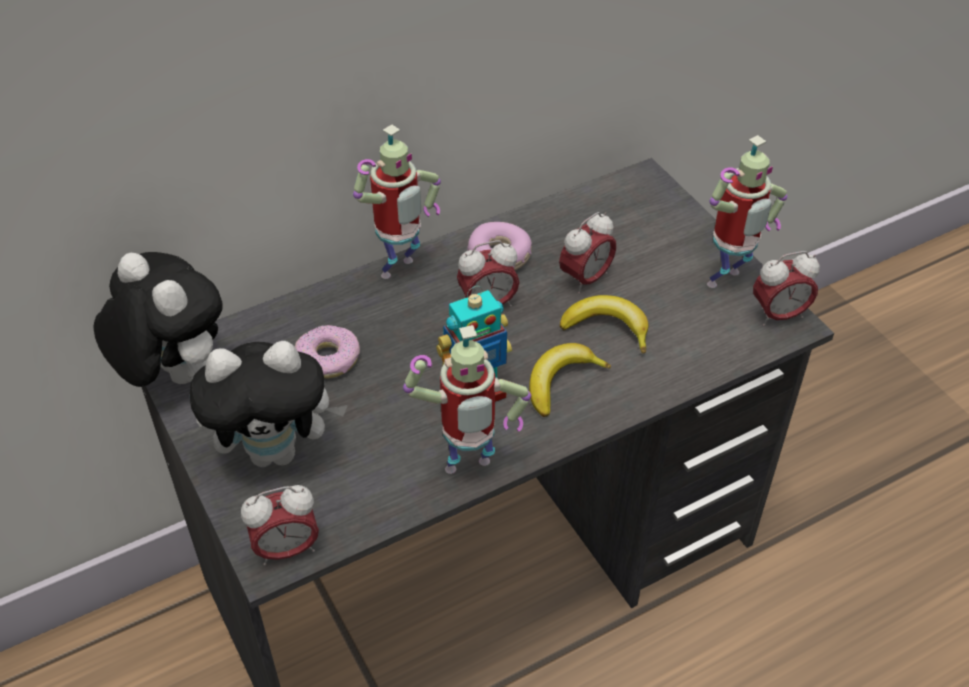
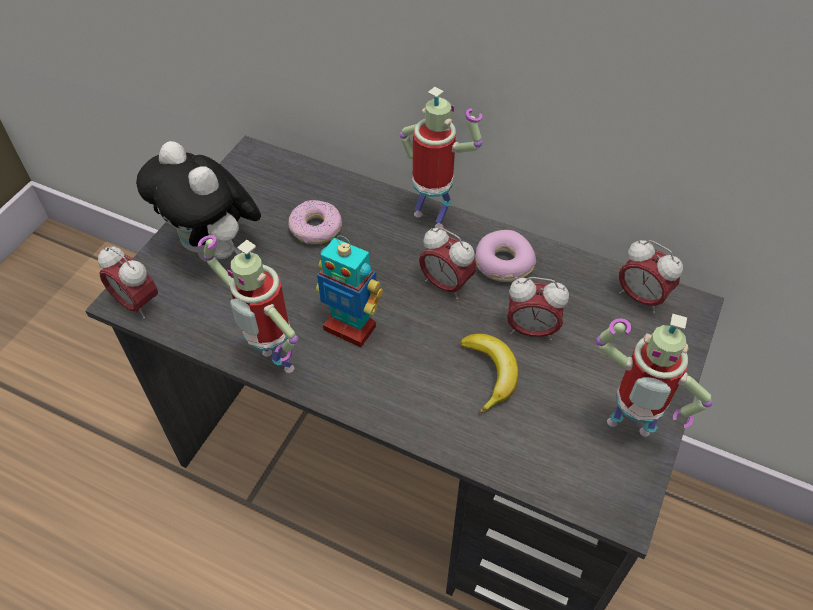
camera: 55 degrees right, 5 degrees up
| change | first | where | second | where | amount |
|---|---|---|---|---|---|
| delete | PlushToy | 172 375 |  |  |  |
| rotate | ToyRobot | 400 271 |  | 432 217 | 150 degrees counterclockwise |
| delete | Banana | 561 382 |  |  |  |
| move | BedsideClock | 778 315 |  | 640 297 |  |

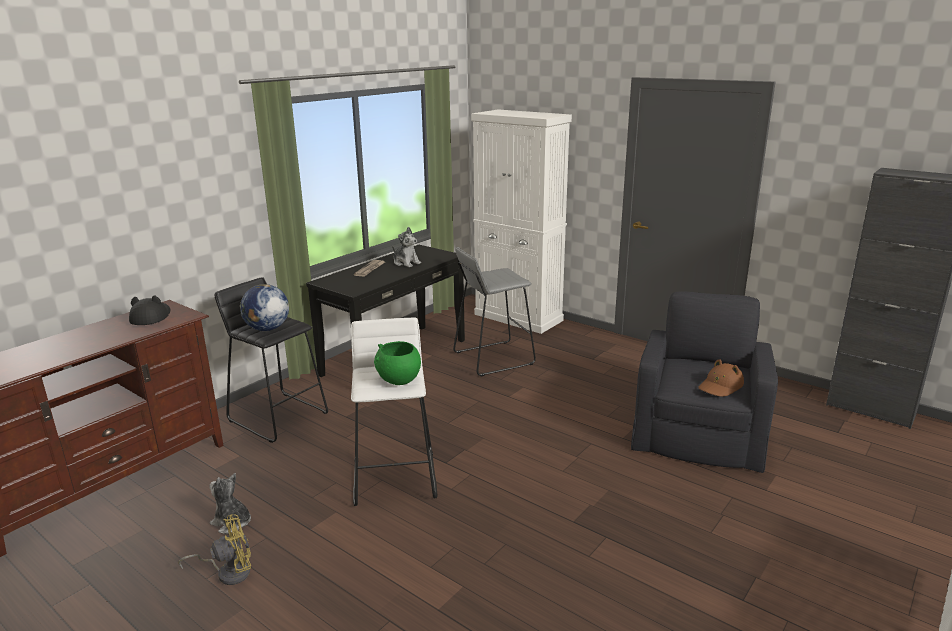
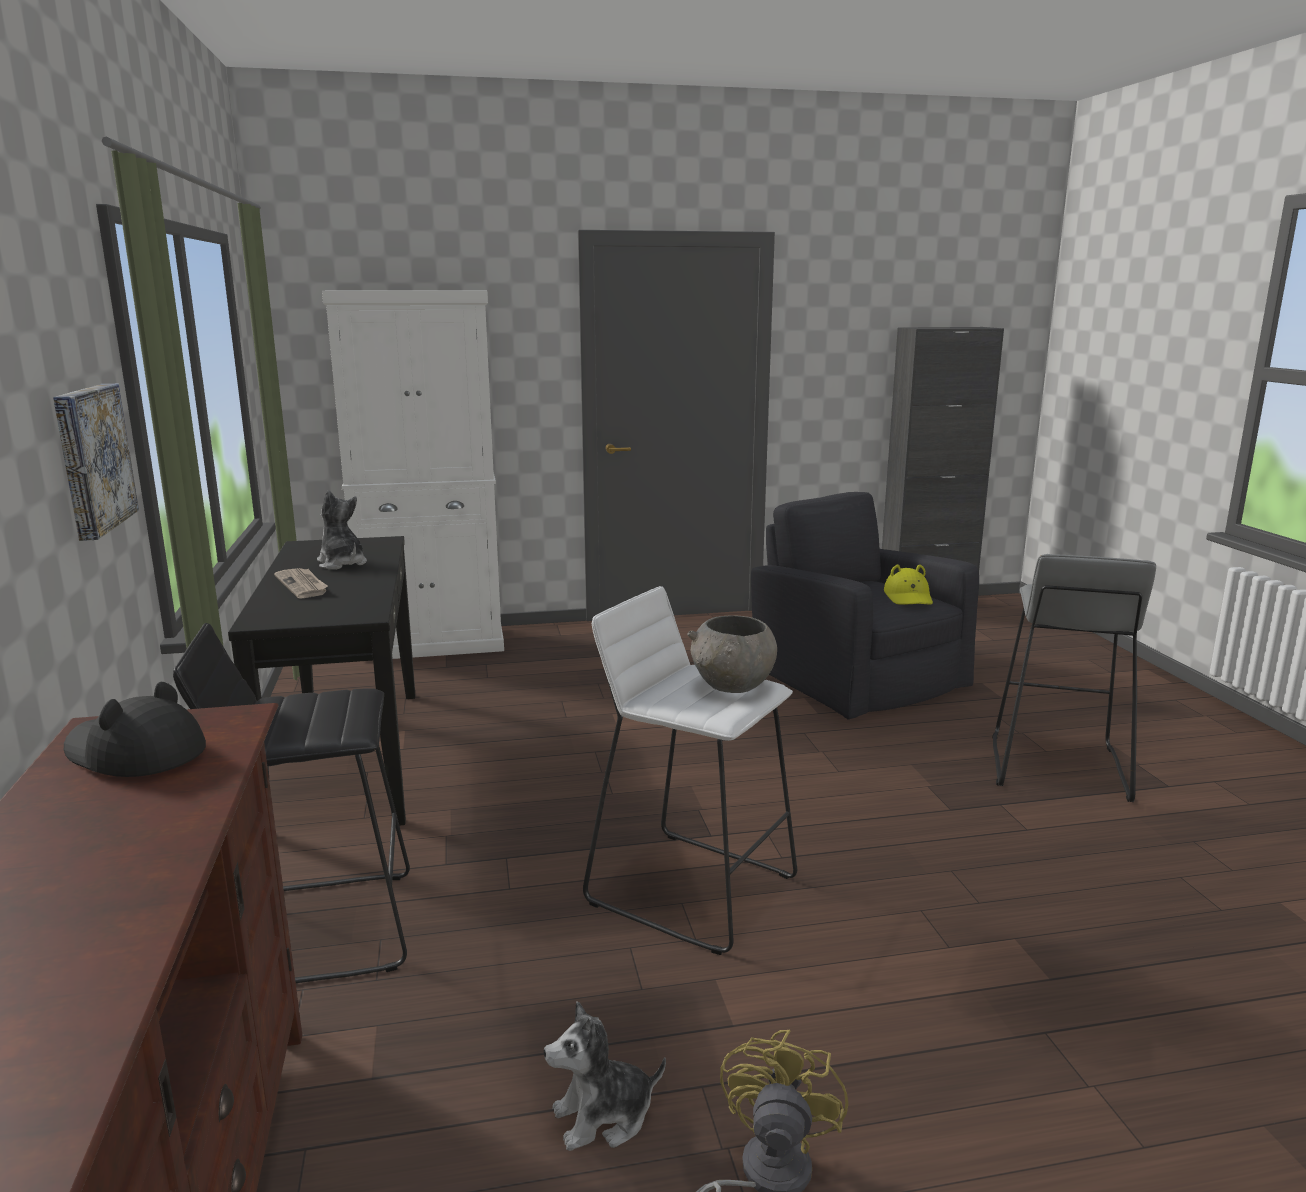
camera: 50 degrees left, 5 degrees down
| change | first | where | second | where | amount |
|---|---|---|---|---|---|
| delete | DeskGlobe | 267 329 |  |  |  |
| recolor | GreenishDeepDish | 398 380 | GreyDeepDish | 733 687 |  |
| rotate | PlushToy | 406 263 |  | 342 564 | 120 degrees counterclockwise |
| move | GreySittingStool | 492 358 |  | 1056 767 |  |
| recolor | BrownClothingHat | 720 386 | YellowColouredClothingHat | 909 597 |  |
| insert |  |  | WallArt | 90 458 |  |

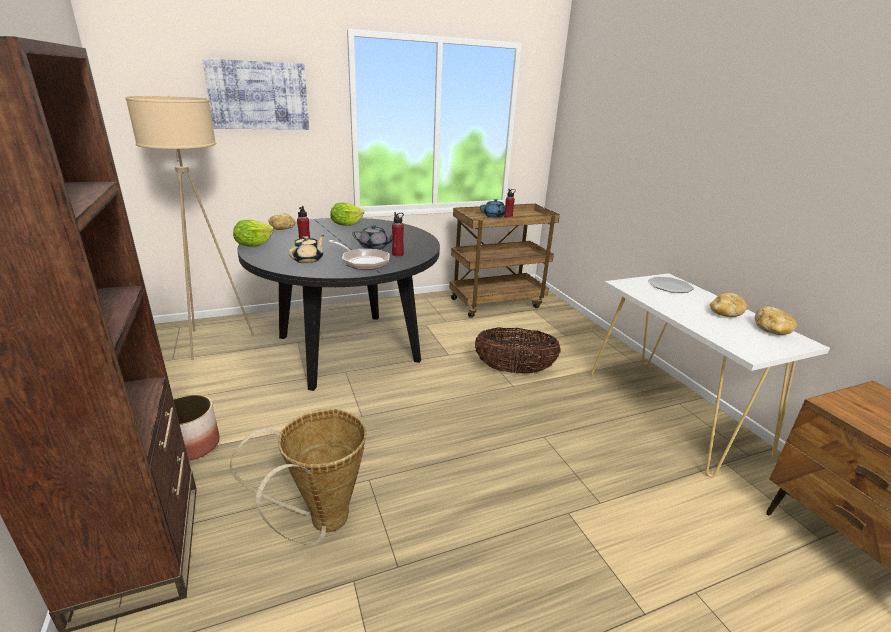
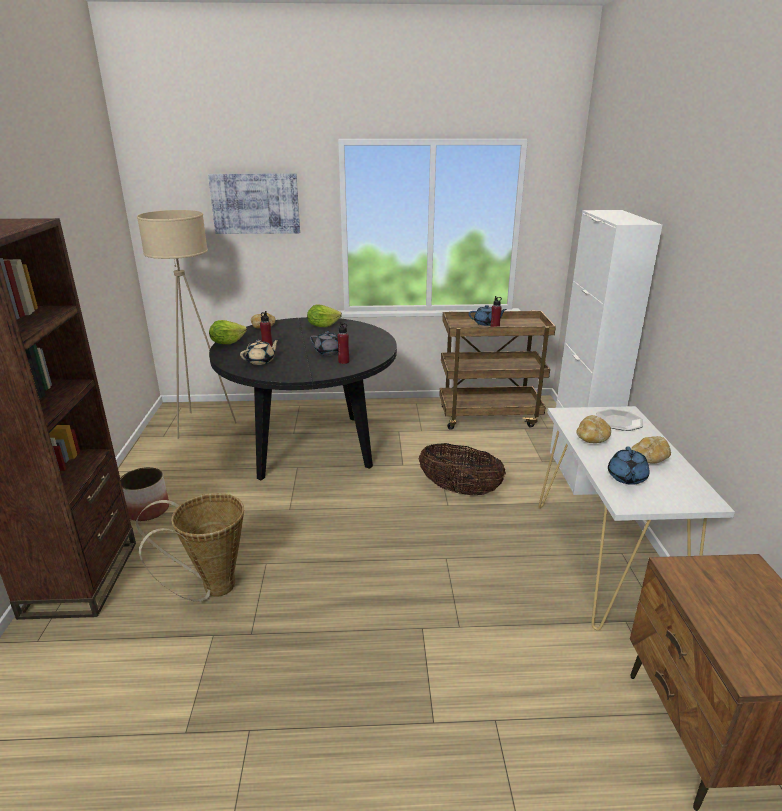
camera: 20 degrees right, 0 degrees up
| change | first | where | second | where | amount |
|---|---|---|---|---|---|
| delete | Skillet | 362 262 |  |  |  |
| move | BakedBread | 771 330 |  | 592 439 |  |
| insert |  |  | WhitishCabinet | 578 472 |  |
| insert |  |  | BluishPotForTea | 626 478 |  |

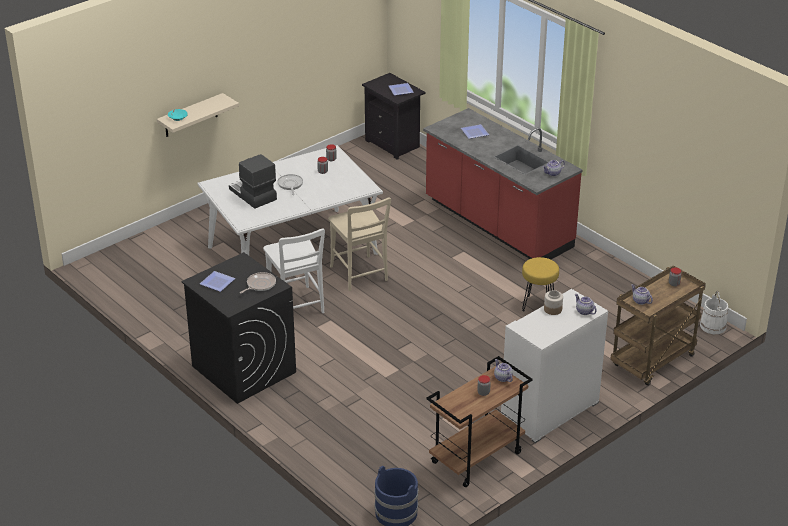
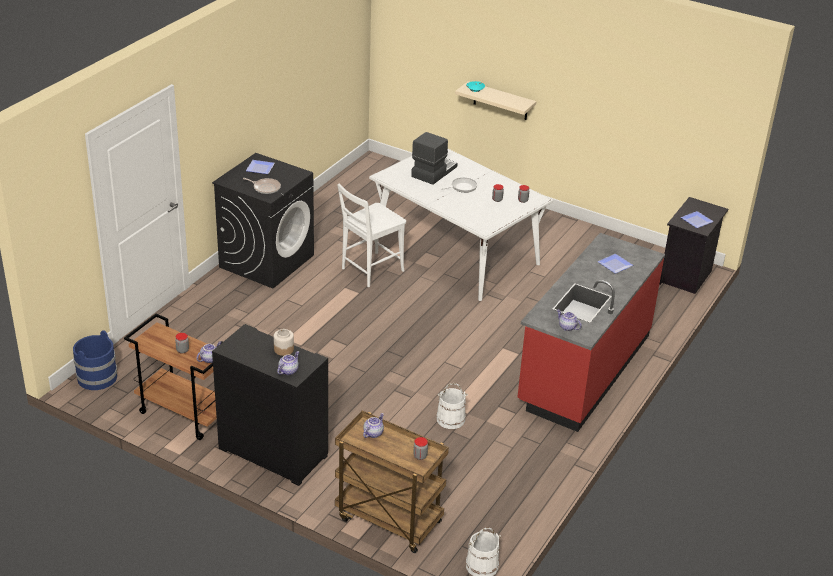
camera: 70 degrees right, 0 degrees up
| change | first | where | second | where | amount |
|---|---|---|---|---|---|
| delete | BeigeColouredUprightChair | 360 275 |  |  |  |
| recolor | WhitishCabinet | 550 411 | BlackCabinet | 272 452 |  |
| replace | YellowColouredSittingStool | 538 305 | WhitishPail | 450 419 |  |

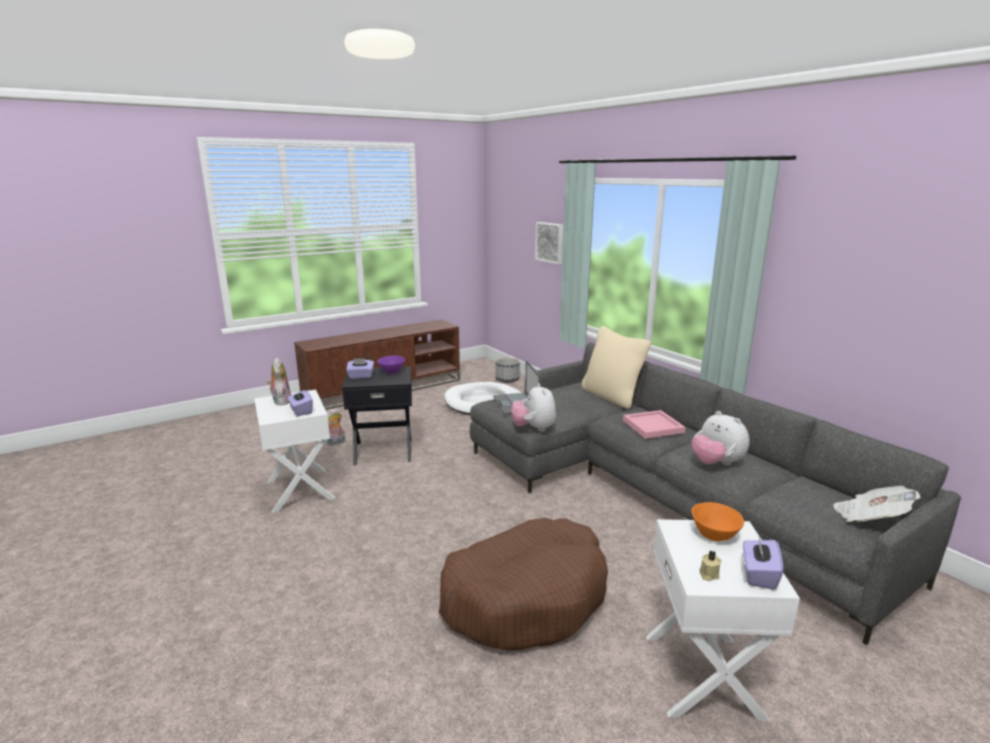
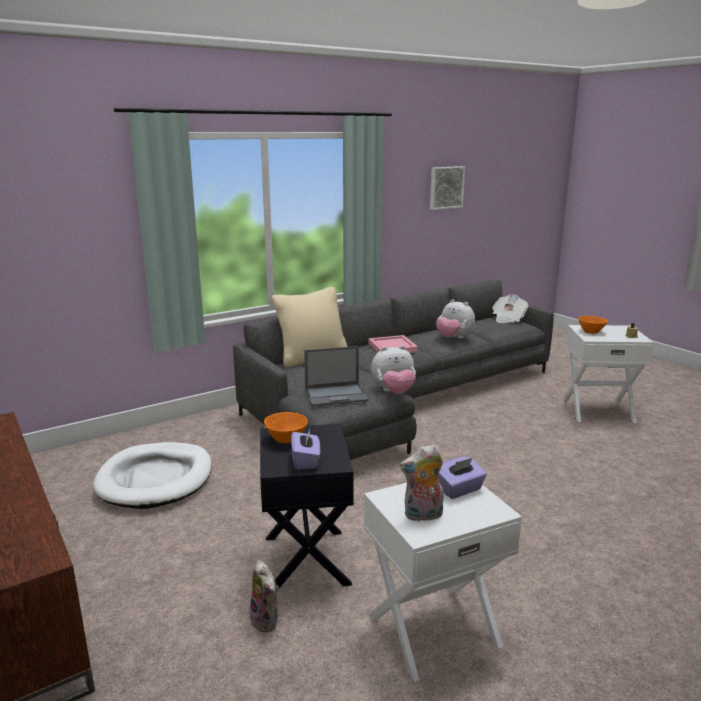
camera: 90 degrees left, 0 degrees up
| change | first | where | second | where | amount |
|---|---|---|---|---|---|
| recolor | PurpleDeepDish | 391 372 | OrangeDeepDish | 286 439 |  |
| delete | BrownDogCushion | 525 597 |  |  |  |
| delete | Planter | 507 379 |  |  |  |
| move | WallArt | 550 242 |  | 445 187 |  |
| rotate | PlushToy | 716 463 |  | 454 338 | 75 degrees clockwise |
| delete | PurpleTissueHolder | 758 575 |  |  |  |

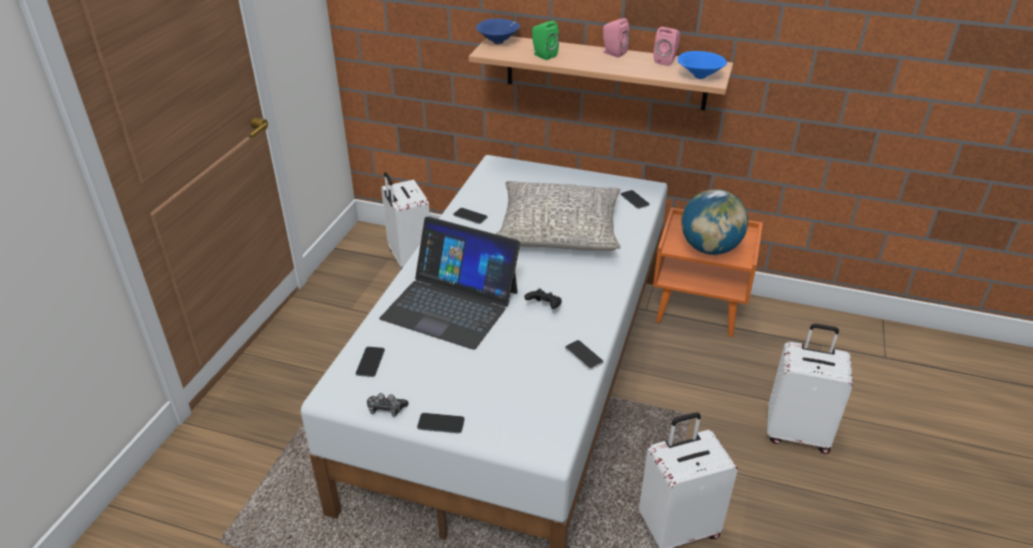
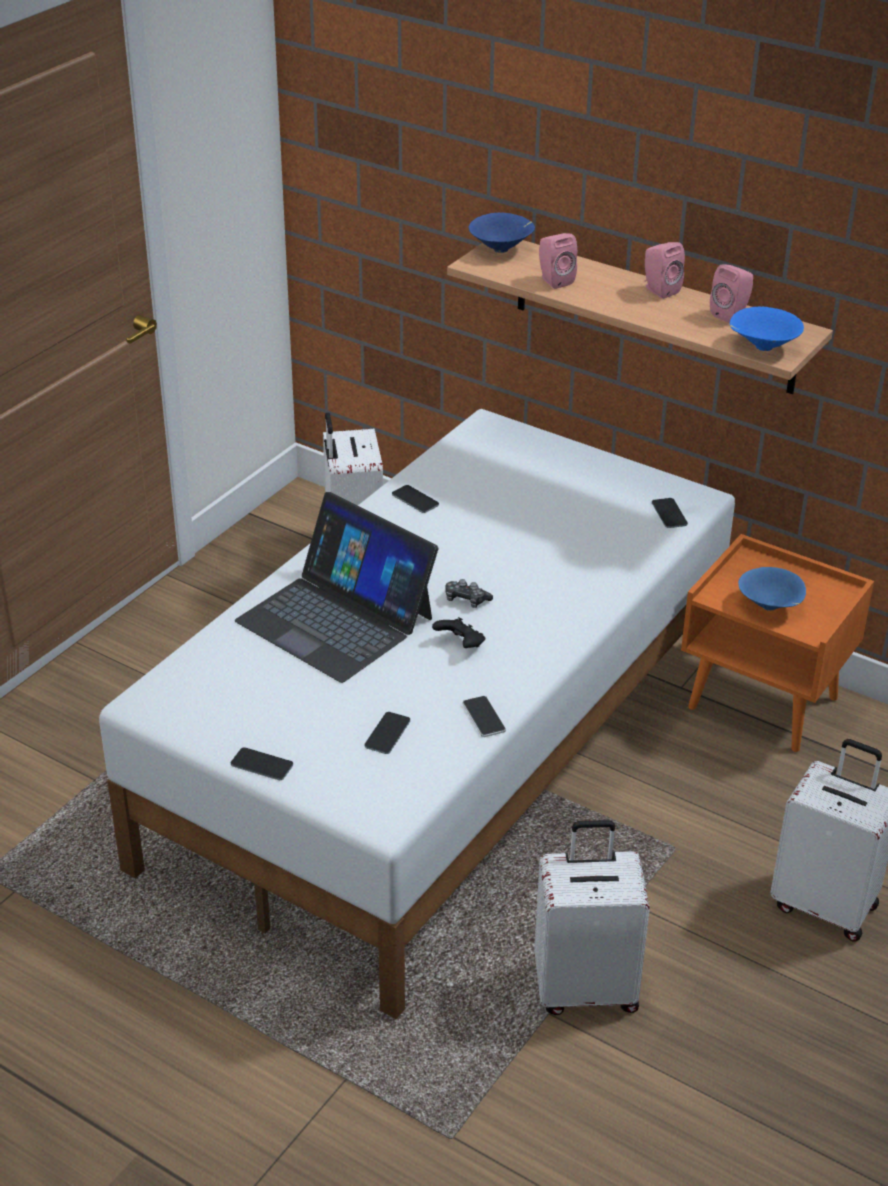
camera: 15 degrees right, 0 degrees up
| change | first | where | second | where | amount |
|---|---|---|---|---|---|
| move | Handset | 370 362 |  | 387 733 |  |
| move | Gamepad | 386 409 |  | 466 600 |  |
| delete | GreyCushion | 558 230 |  |  |  |
| recolor | GreenishSpeaker | 543 55 | PinkishSpeaker | 554 280 |  |
| replace | DeskGlobe | 709 248 | BluishDeepDish | 770 607 |  |

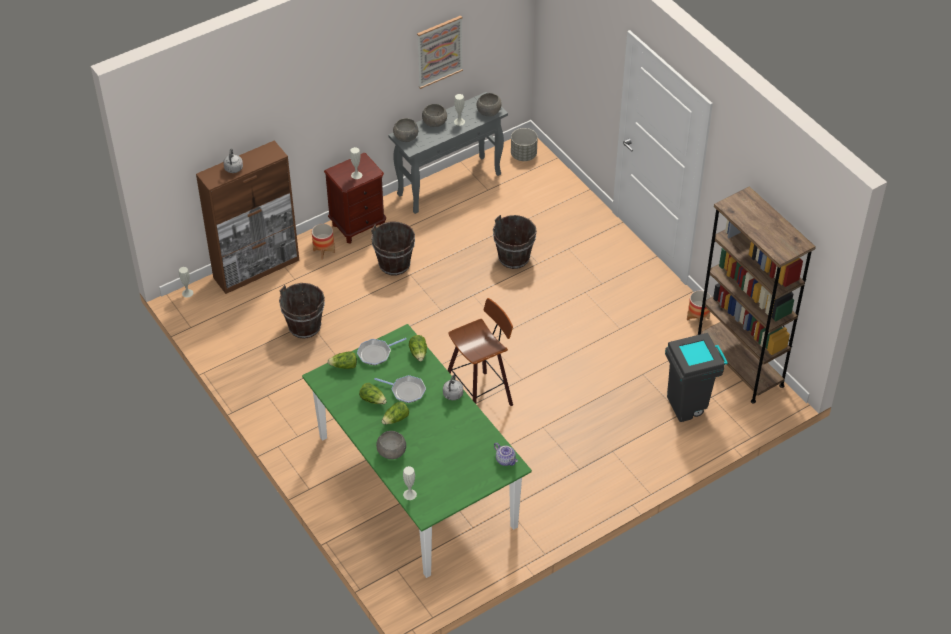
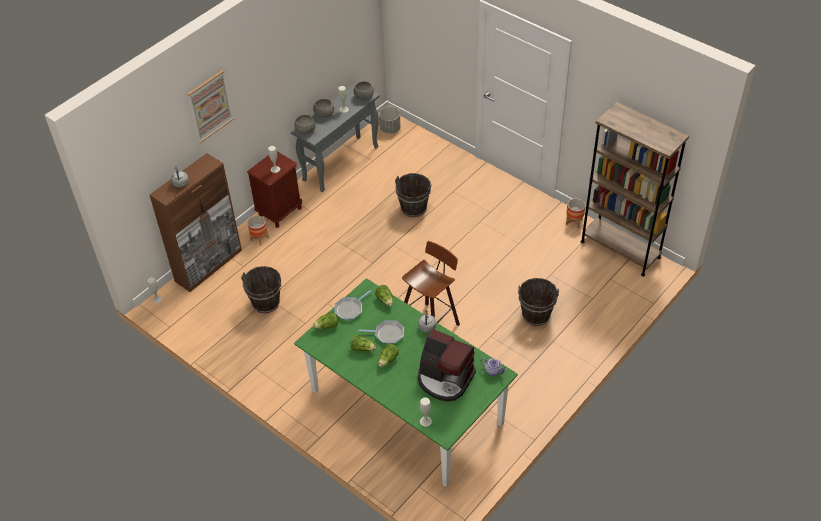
camera: 15 degrees left, 0 degrees up
| change | first | where | second | where | amount |
|---|---|---|---|---|---|
| move | BrownPail | 394 264 |  | 536 315 |  |
| delete | GreyDeepDish | 392 451 |  |  |  |
| move | WallArt | 439 51 |  | 210 106 |  |
| delete | GreyWasteBin | 689 405 |  |  |  |
| insert |  |  | CoffeeMaker | 445 379 |  |

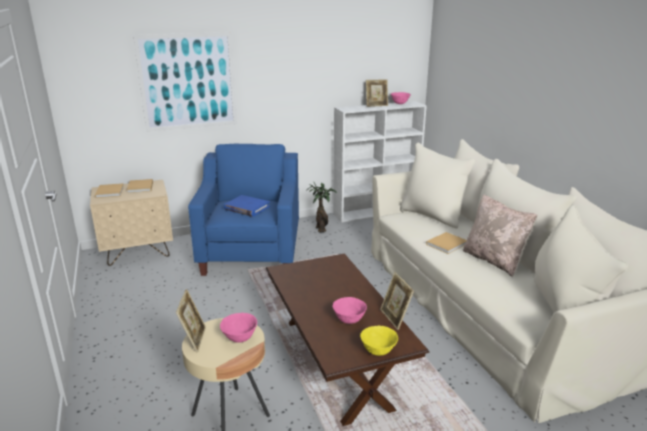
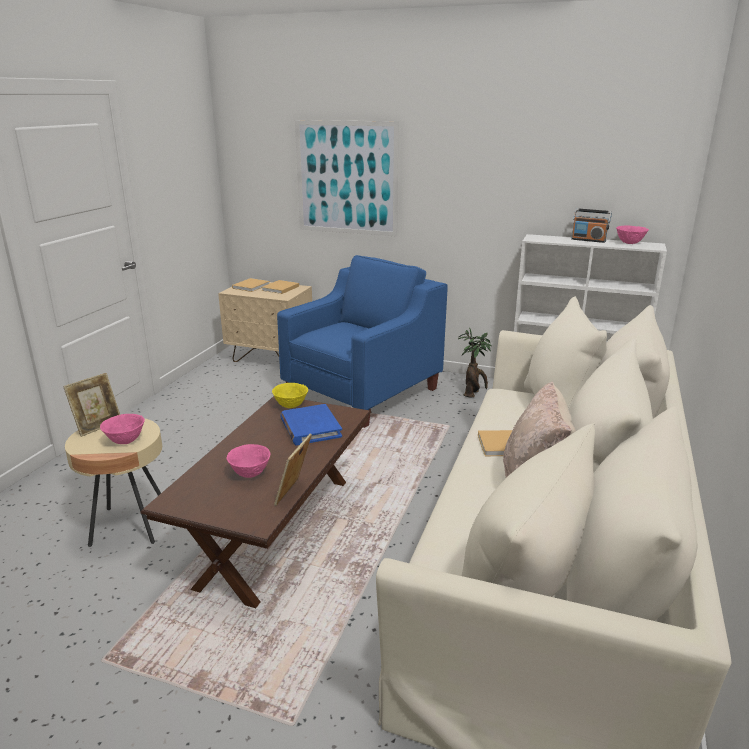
camera: 40 degrees right, 0 degrees up
| change | first | where | second | where | amount |
|---|---|---|---|---|---|
| move | BluishBook | 247 208 |  | 310 428 |  |
| move | YellowColouredDeepDish | 378 351 |  | 291 406 |  |
| replace | PictureFrame | 376 105 | RadioSet | 588 240 |  |

